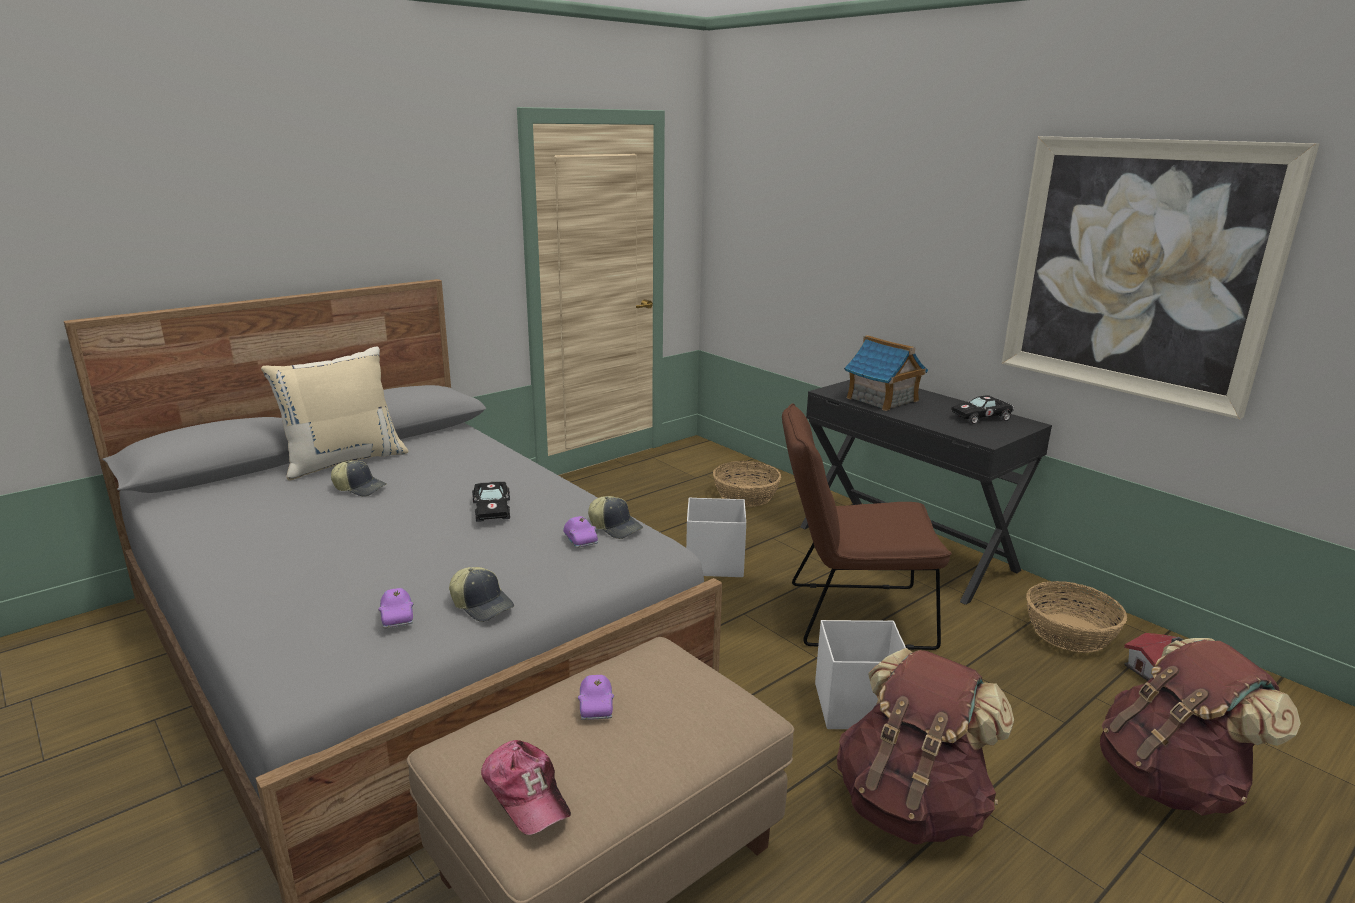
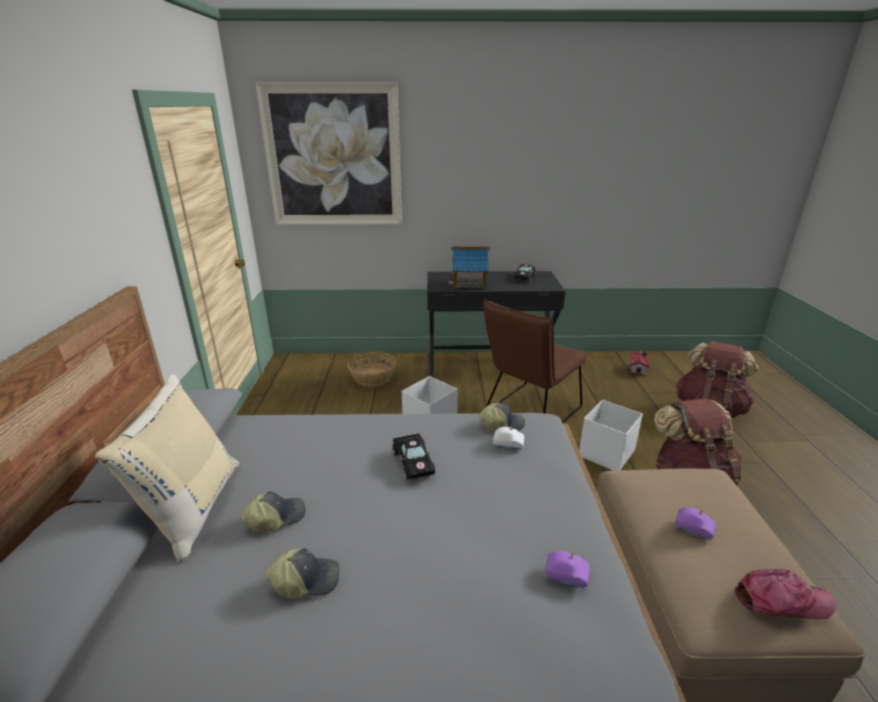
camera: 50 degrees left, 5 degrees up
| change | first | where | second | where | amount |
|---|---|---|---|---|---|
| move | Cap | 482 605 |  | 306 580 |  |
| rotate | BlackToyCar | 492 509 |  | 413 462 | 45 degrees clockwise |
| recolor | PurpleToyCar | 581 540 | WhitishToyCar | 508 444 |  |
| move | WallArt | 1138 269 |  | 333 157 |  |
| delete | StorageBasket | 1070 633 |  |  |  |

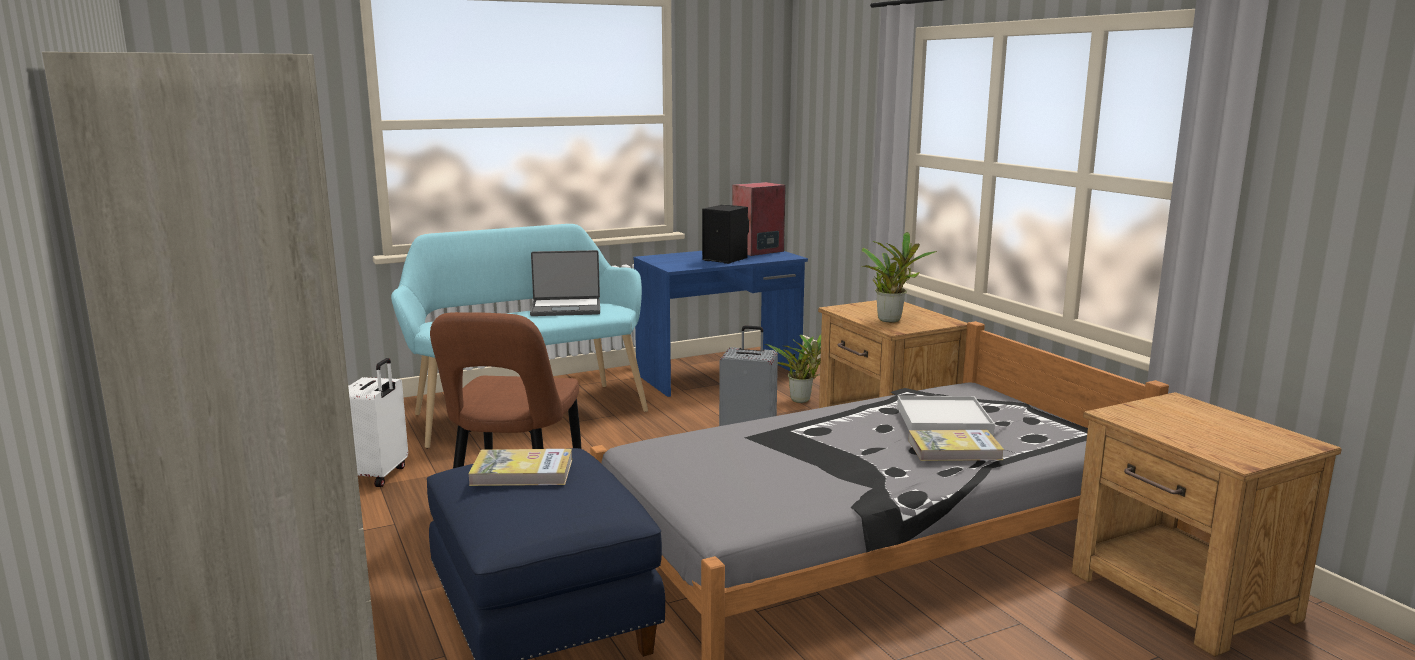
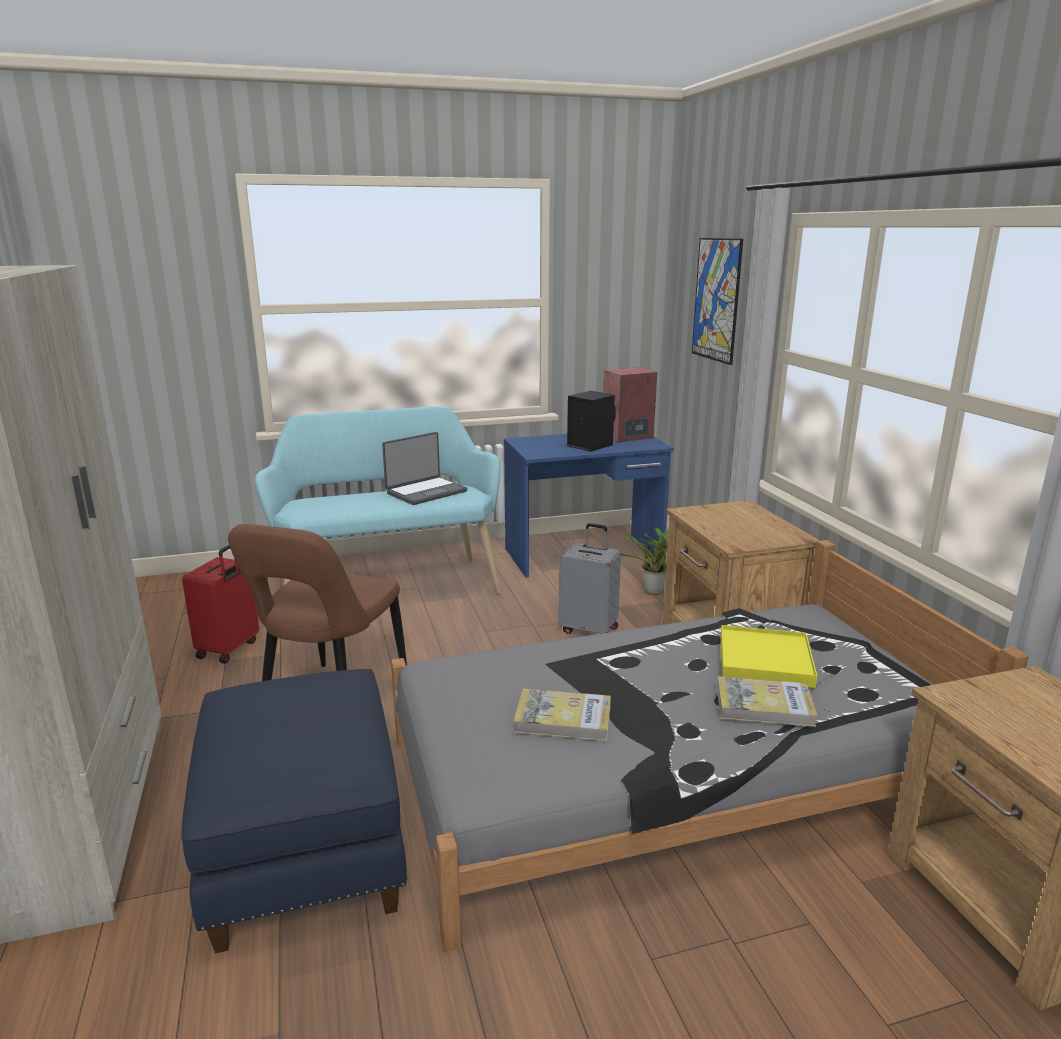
camera: 10 degrees right, 5 degrees up
| change | first | where | second | where | amount |
|---|---|---|---|---|---|
| recolor | WhitishTravelCase | 379 475 | RedTravelCase | 229 649 |  |
| move | Book | 522 472 |  | 563 719 |  |
| rotate | Laptop | 566 309 |  | 425 492 | 45 degrees counterclockwise |
| delete | PlantInAPot | 891 319 |  |  |  |
| recolor | WhitishServingTray | 943 420 | YellowColouredServingTray | 765 660 |  |
| insert |  |  | WallArt | 716 300 |  |

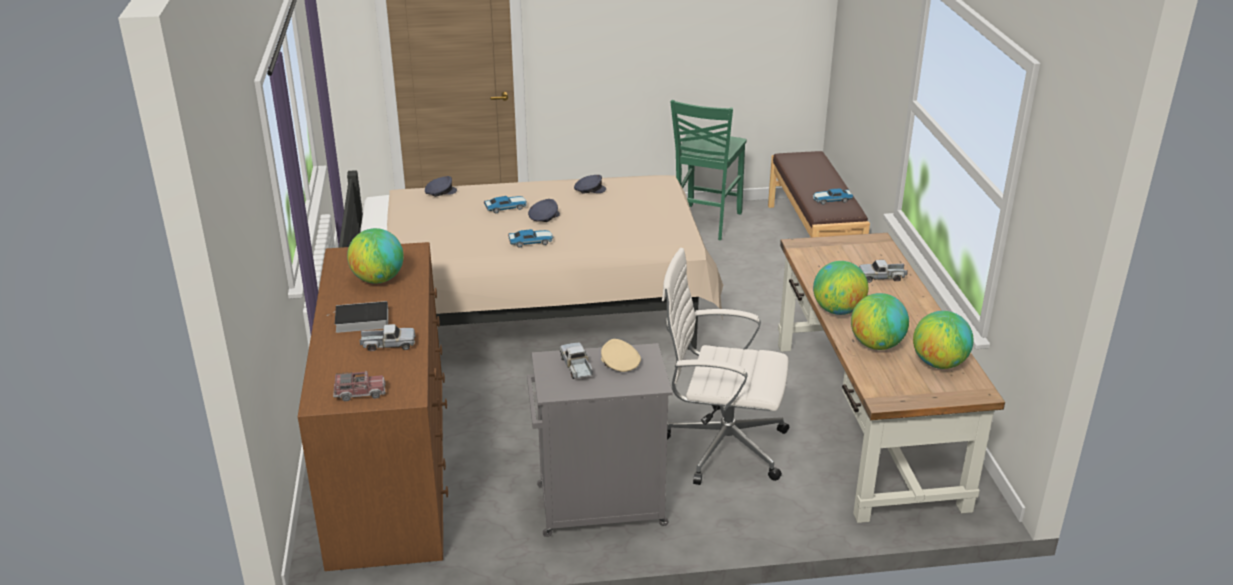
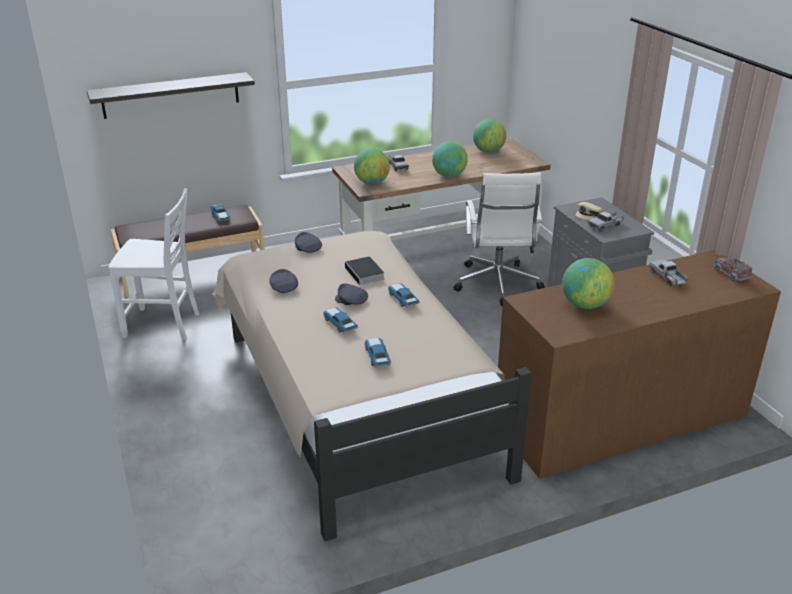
camera: 105 degrees left, 0 degrees up
| change | first | where | second | where | amount |
|---|---|---|---|---|---|
| move | Book | 360 321 |  | 365 274 |  |
| move | GreyCap | 440 192 |  | 307 248 |  |
| recolor | GreenishUprightChair | 705 223 | WhitishUprightChair | 163 325 |  |
| move | DeskGlobe | 876 345 |  | 372 182 |  |
| insert |  |  | WallShelf | 171 95 |  |
| insert |  |  | ToyCar | 377 356 |  |

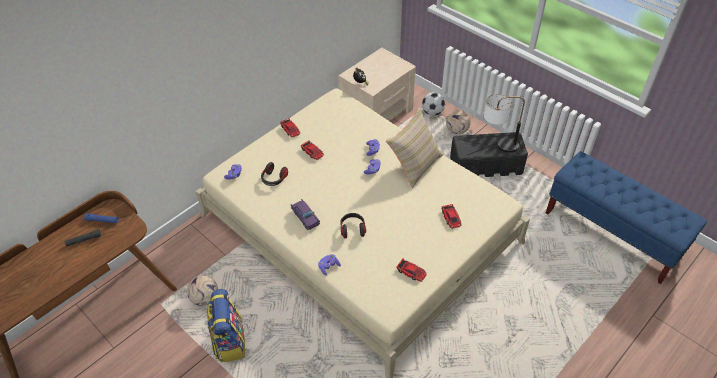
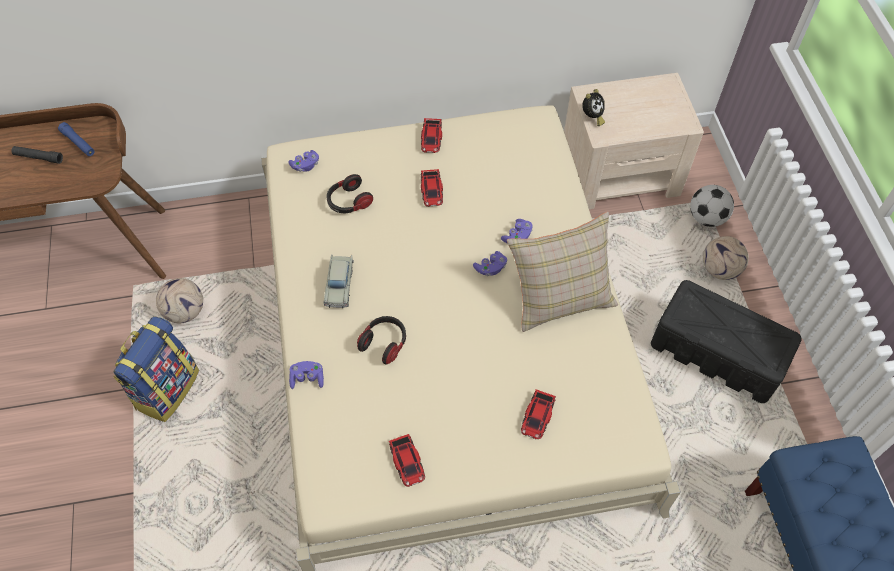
camera: 35 degrees right, 10 degrees up
| change | first | where | second | where | amount |
|---|---|---|---|---|---|
| recolor | PurpleToyCar | 305 217 | BeigeColouredToyCar | 339 284 |  |
| delete | TableLamp | 497 146 |  |  |  |

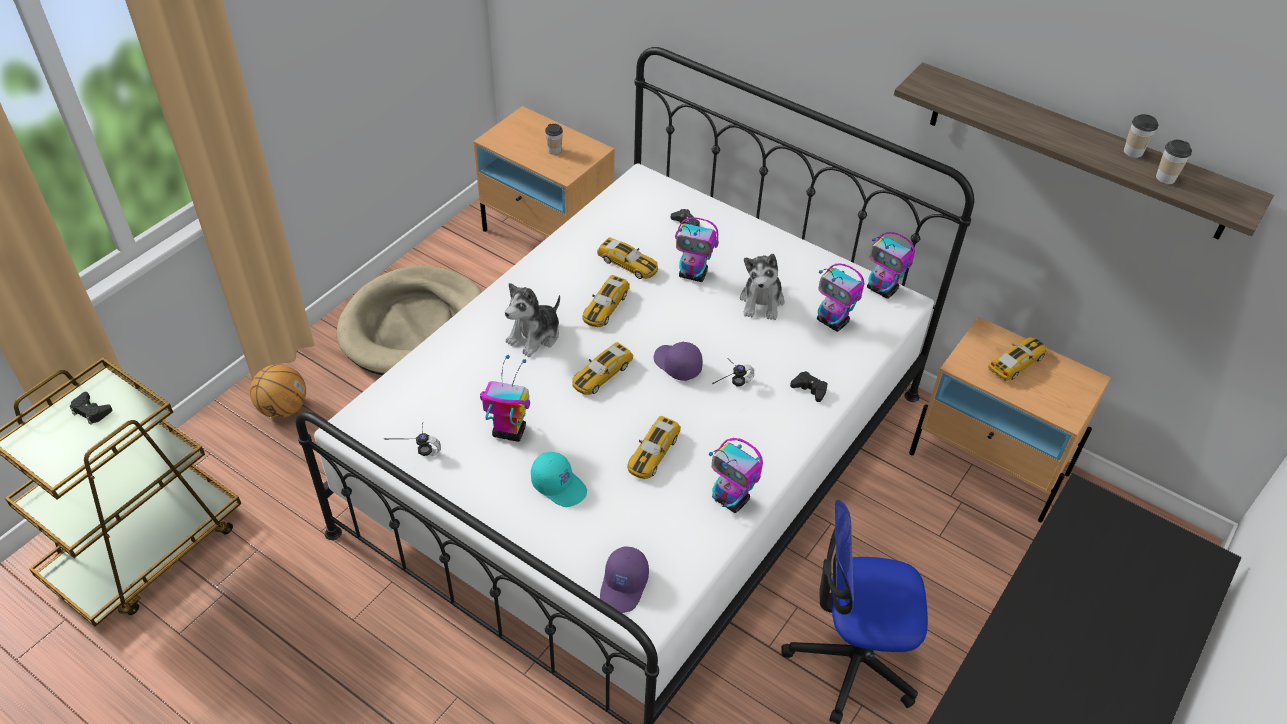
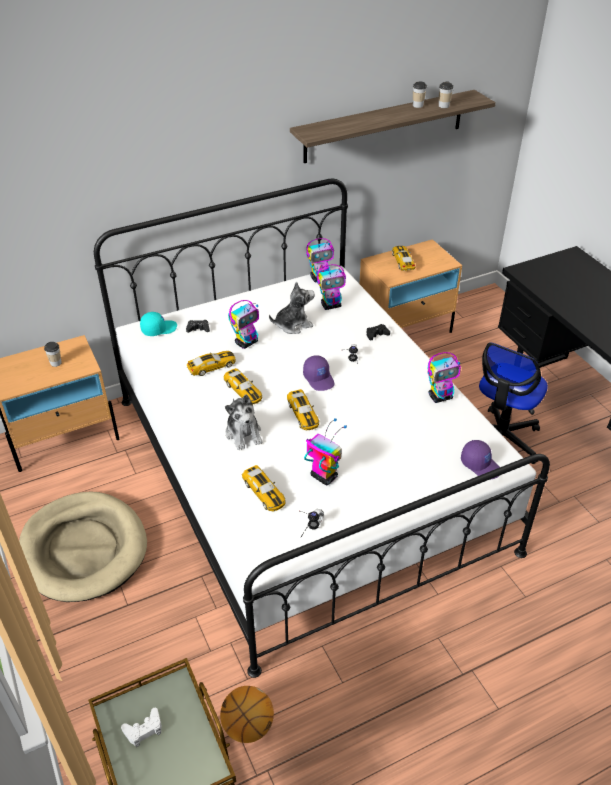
camera: 60 degrees left, 5 degrees down
| change | first | where | second | where | amount |
|---|---|---|---|---|---|
| recolor | BlackGamepad | 91 411 | WhitishGamepad | 144 729 |  |
| move | Basketball | 283 408 |  | 248 726 |  |
| rotate | ToyRobot | 508 432 |  | 323 476 | 90 degrees clockwise |
| move | TurquoiseColouredCap | 559 485 |  | 158 329 |  |
| move | ToyCar | 653 453 |  | 264 492 |  |
| rotate | PurpleCap | 676 365 |  | 319 379 | 105 degrees counterclockwise |
| rotate | PlushToy | 762 301 |  | 293 324 | 60 degrees counterclockwise |

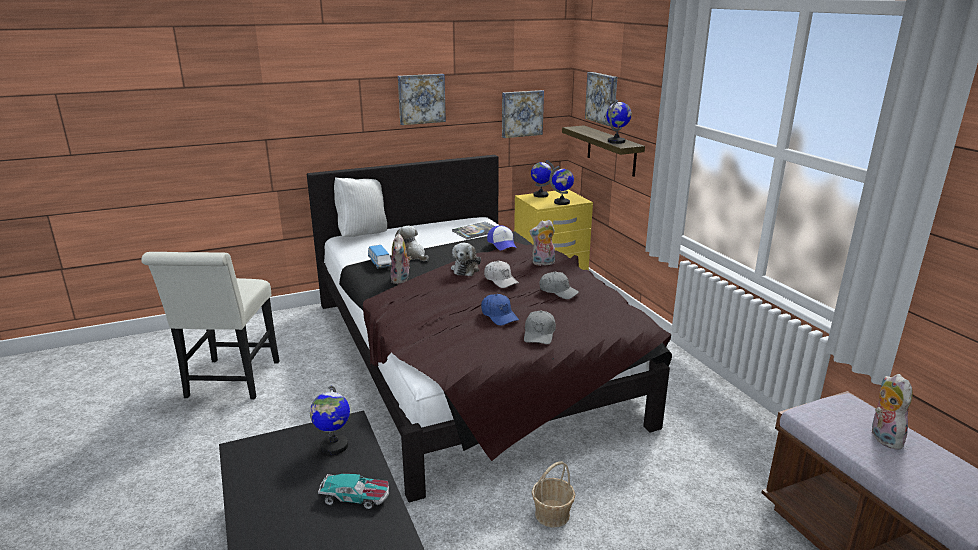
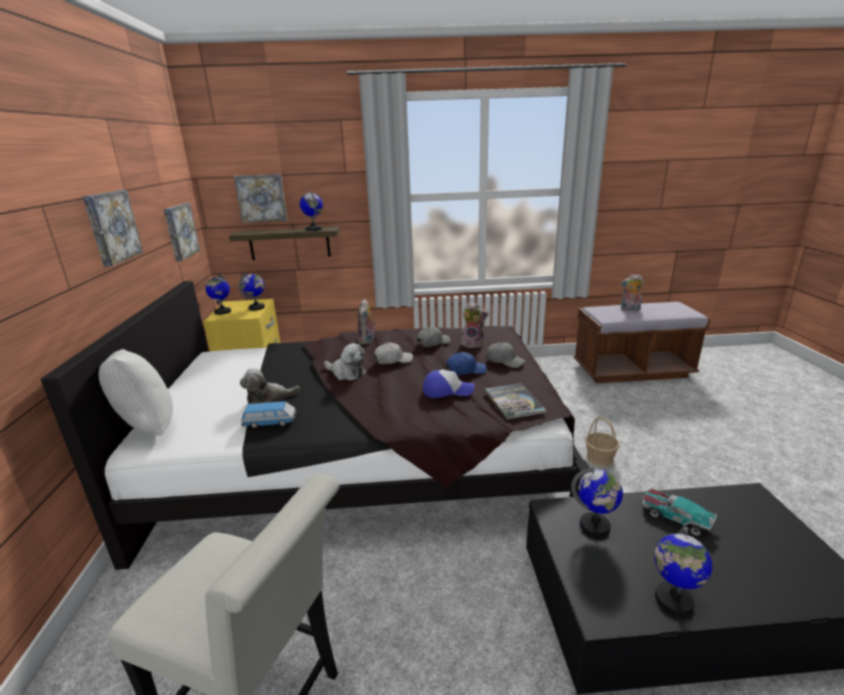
camera: 70 degrees left, 0 degrees up
| change | first | where | second | where | amount |
|---|---|---|---|---|---|
| rotate | ToyCar | 356 497 |  | 675 516 | 75 degrees counterclockwise |
| move | PlushToy | 401 280 |  | 473 344 |  |
| move | Book | 476 231 |  | 513 401 |  |
| move | Cap | 502 244 |  | 447 390 |  |
| insert |  |  | DeskGlobe | 673 600 |  |

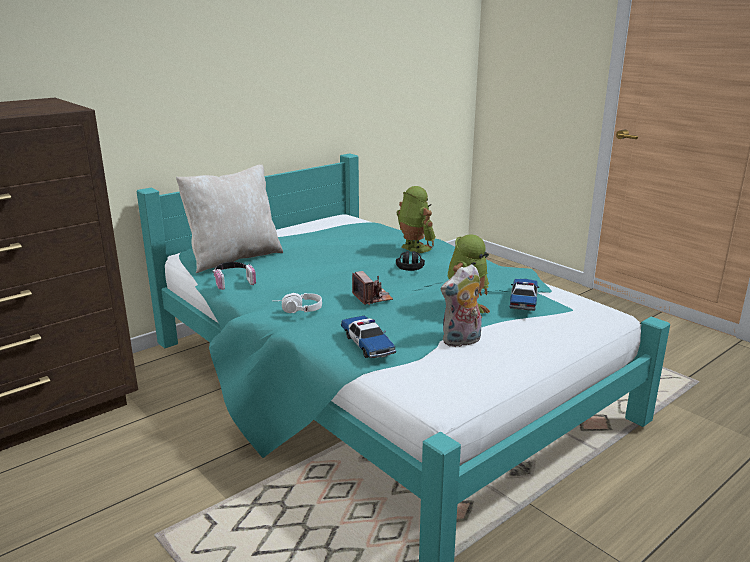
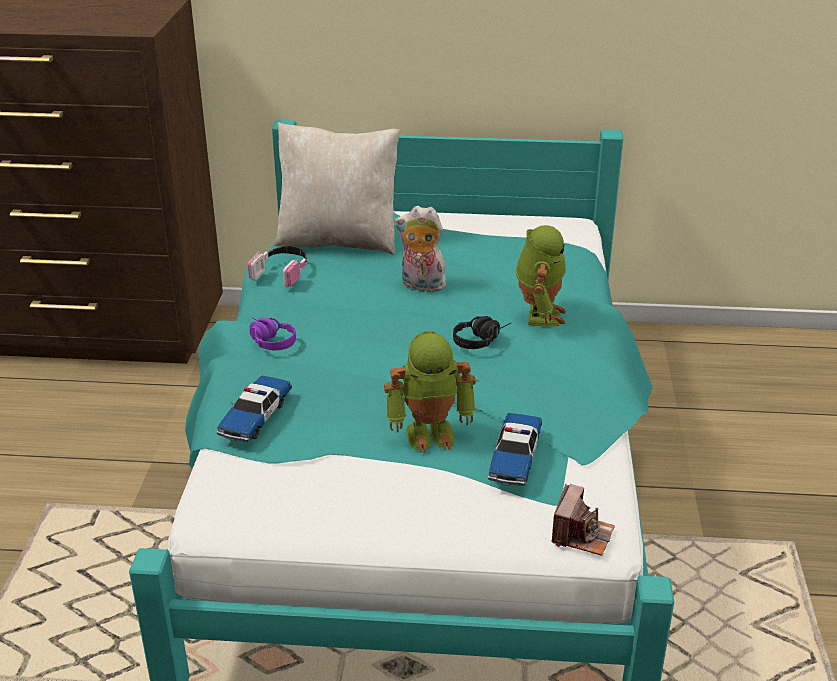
camera: 45 degrees right, 10 degrees up
| change | first | where | second | where | amount |
|---|---|---|---|---|---|
| recolor | WhitishHeadset | 297 310 | PurpleHeadset | 268 341 |  |
| move | StillCamera | 372 297 |  | 581 535 |  |
| move | PlushToy | 461 341 |  | 421 286 |  |
| rotate | ToyCar | 523 300 |  | 515 457 | 135 degrees clockwise |

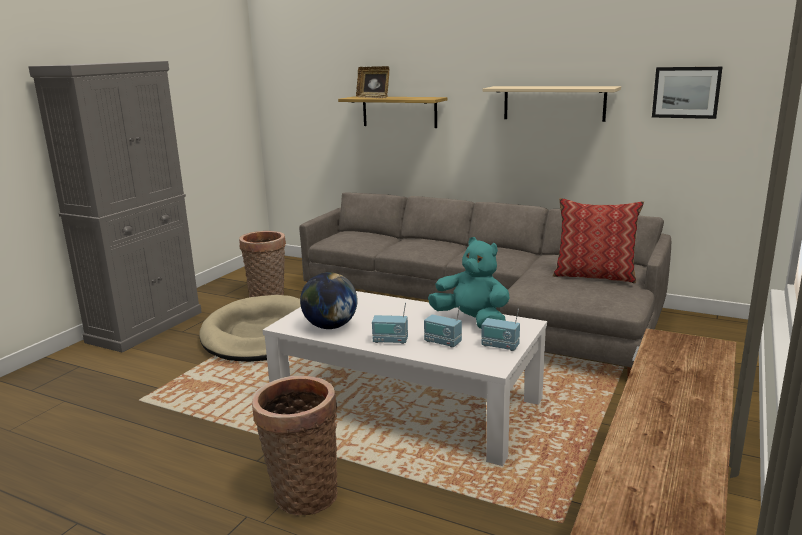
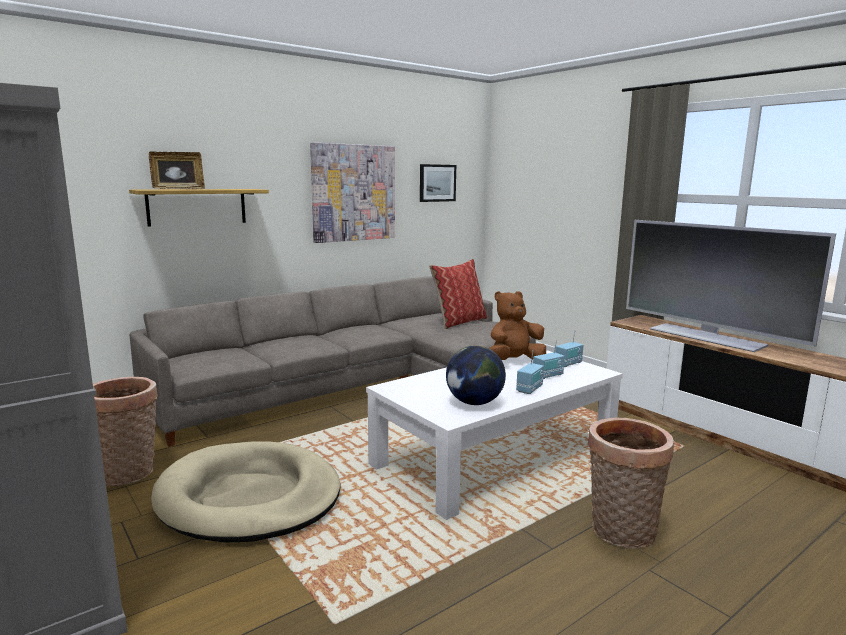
camera: 65 degrees left, 5 degrees down
| change | first | where | second | where | amount |
|---|---|---|---|---|---|
| recolor | TurquoiseColouredPlushToy | 472 321 | BrownPlushToy | 514 361 |  |
| replace | BeigeColouredWallShelf | 554 103 | WallArt | 353 193 |  |
| insert |  |  | Tv | 707 337 |  |

